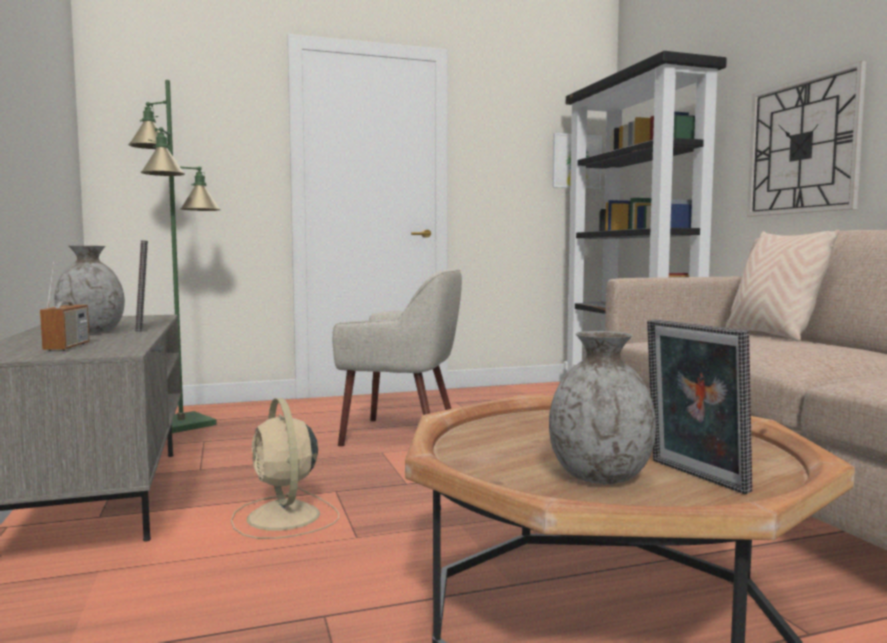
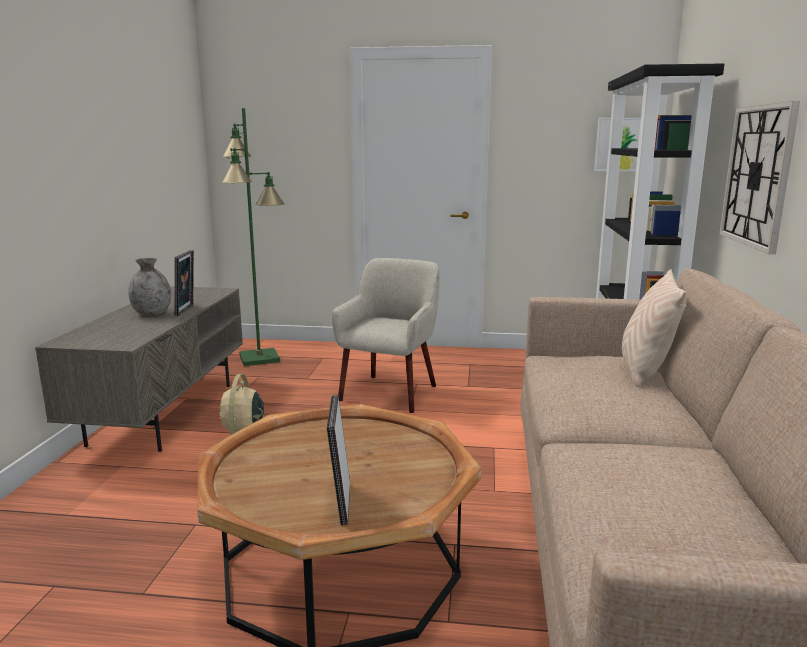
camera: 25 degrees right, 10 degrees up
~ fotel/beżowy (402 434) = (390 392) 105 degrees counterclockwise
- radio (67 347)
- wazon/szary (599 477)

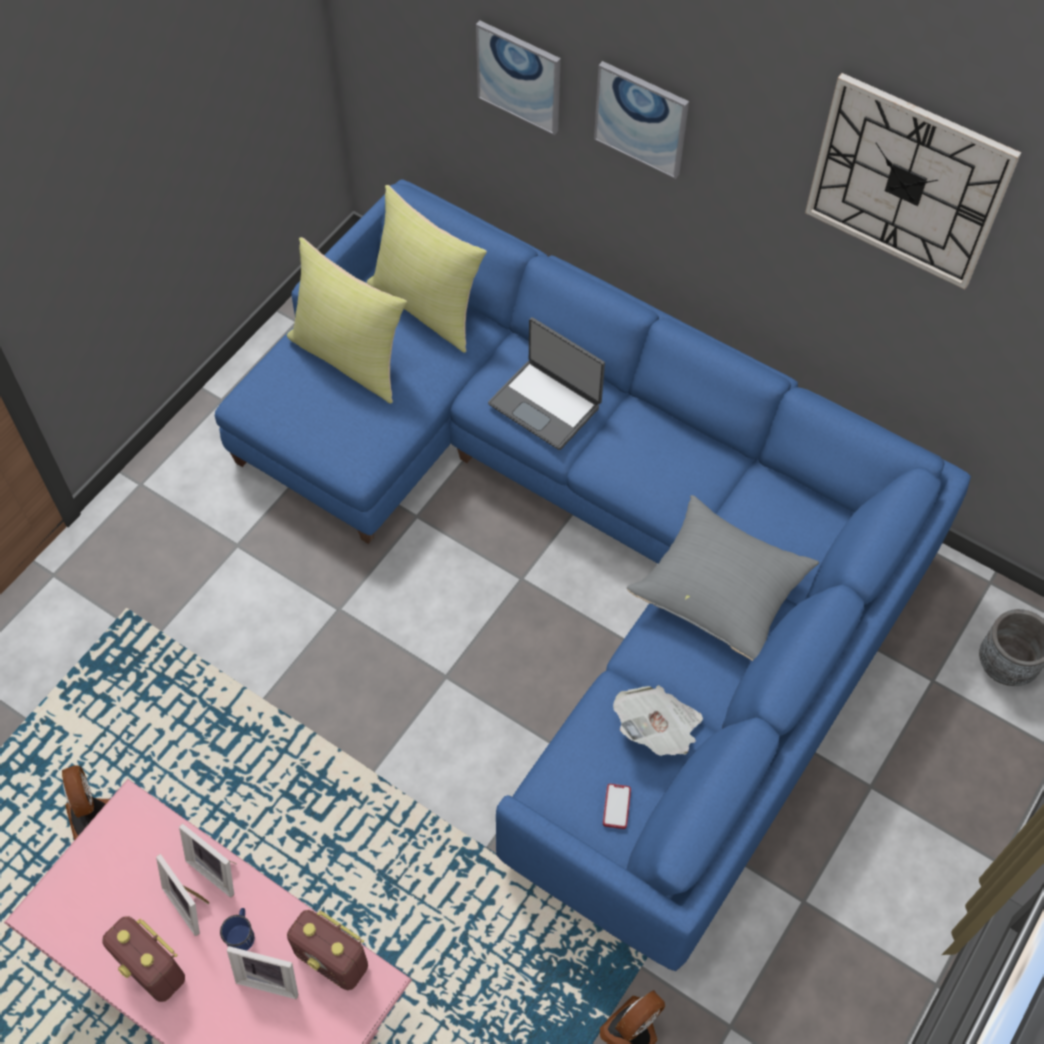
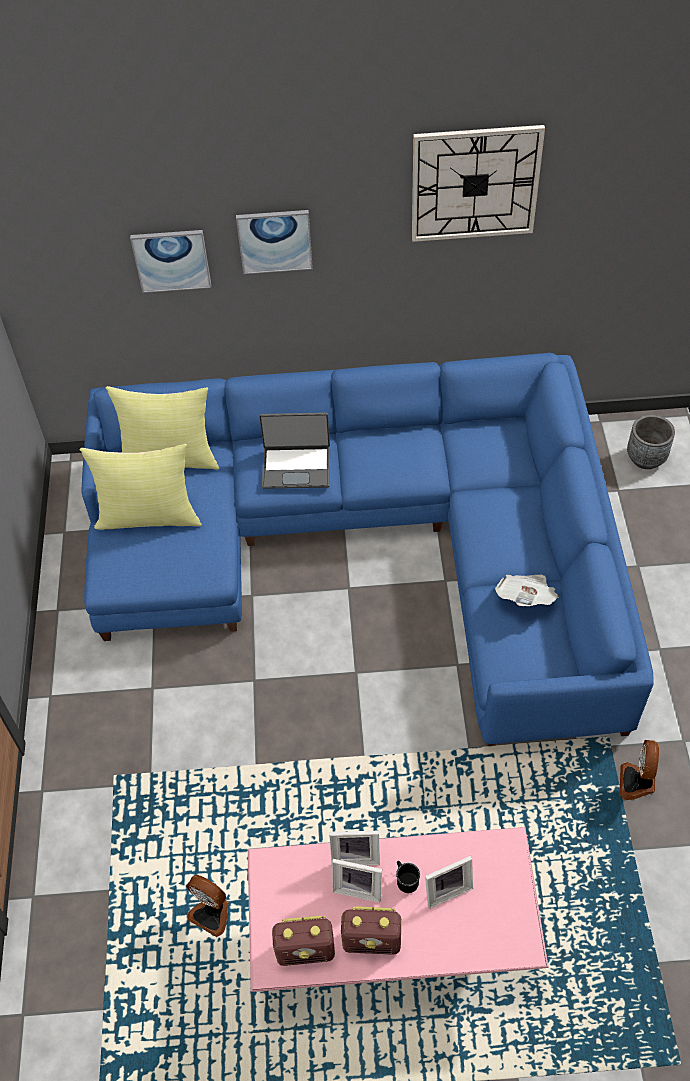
camera: 35 degrees left, 5 degrees down
~ radio (333 960) to (306 951)
~ kubek/niebieski (241 933) to kubek/czarny (405 879)
- telefon (616 806)
- poduszka/szary (721 592)

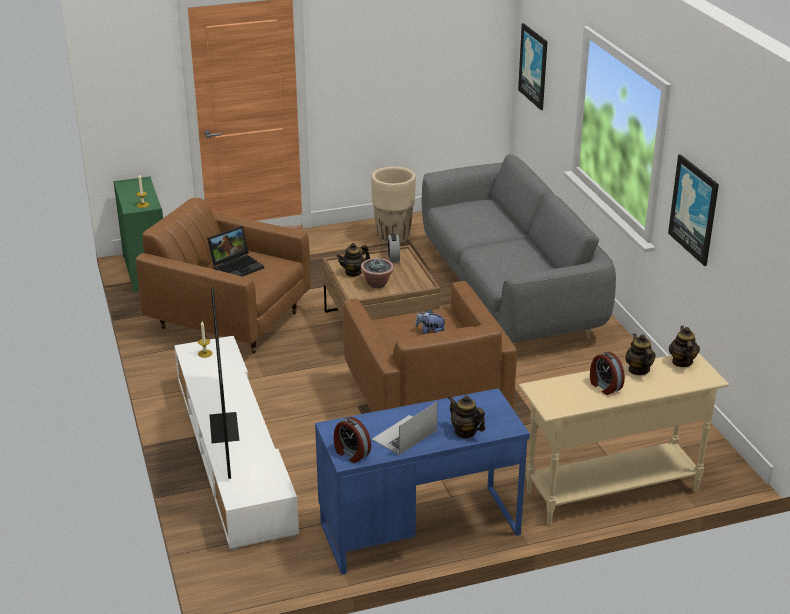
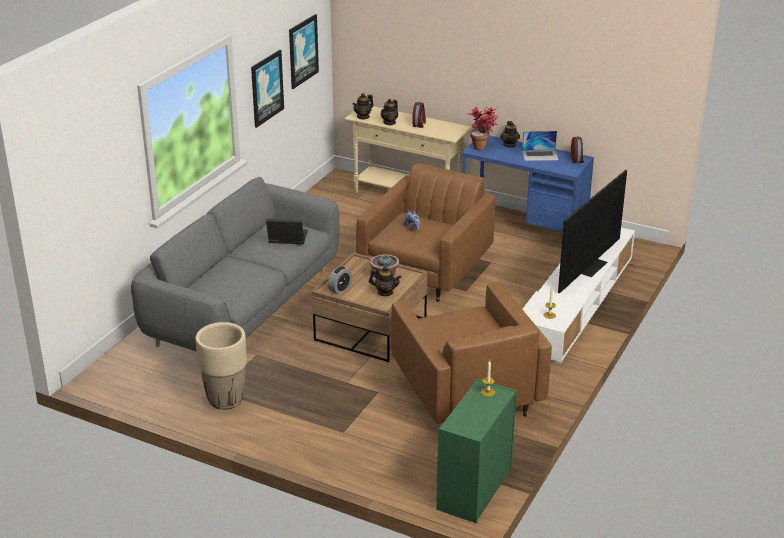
camera: 135 degrees left, 0 degrees up
~ laptop (237 266) to (286 239)
~ obraz (534 66) to (302 51)
+ roślina doniczkowa (483 147)

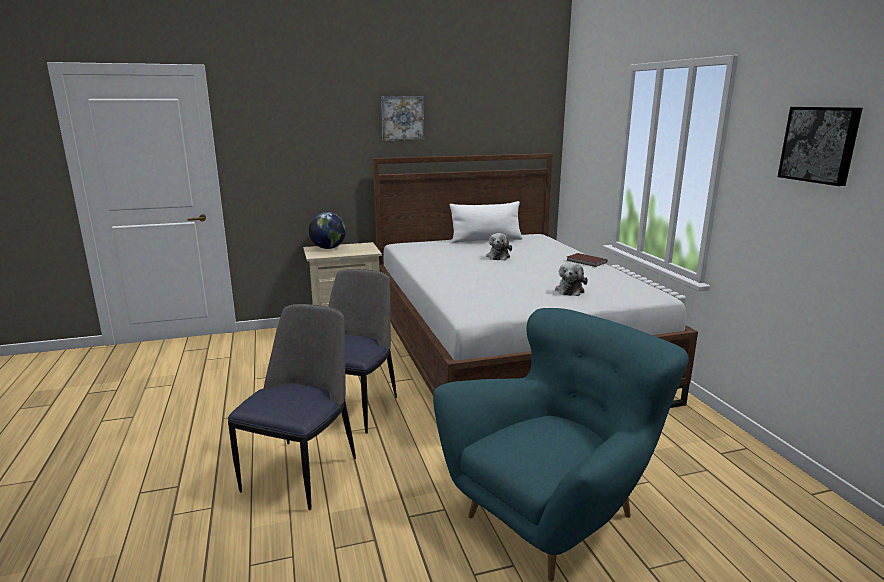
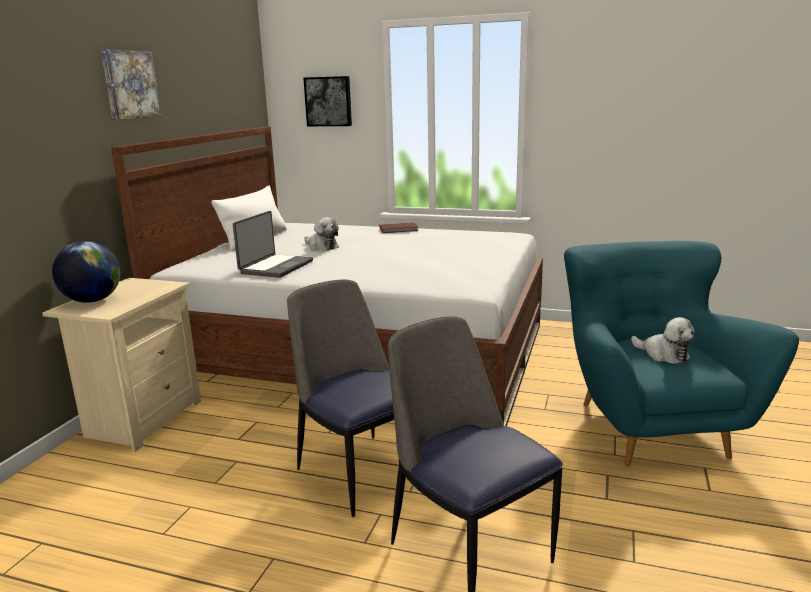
camera: 55 degrees left, 0 degrees up
+ laptop (275 267)
~ obraz (820 144) to (328 101)
~ pluszak (570 290) to (663 354)

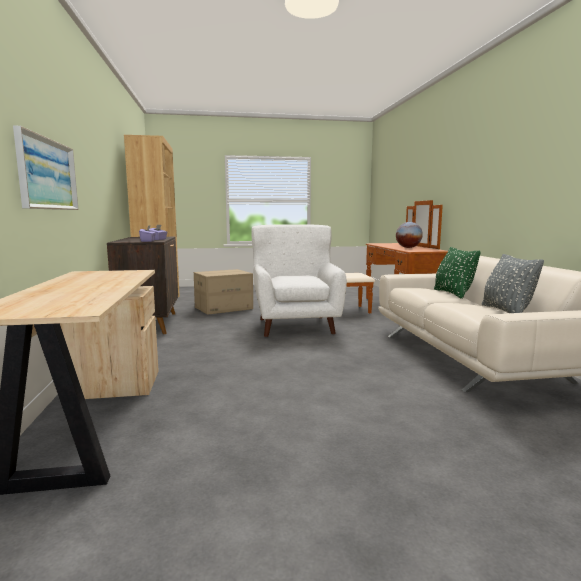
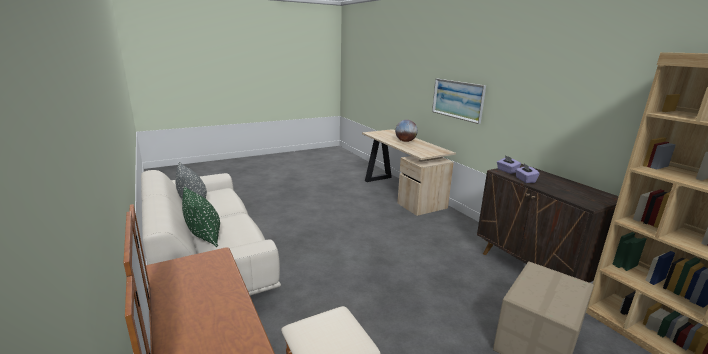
camera: 160 degrees right, 10 degrees up
~ globus (408 247) to (405 141)
- fotel/biały (295 324)

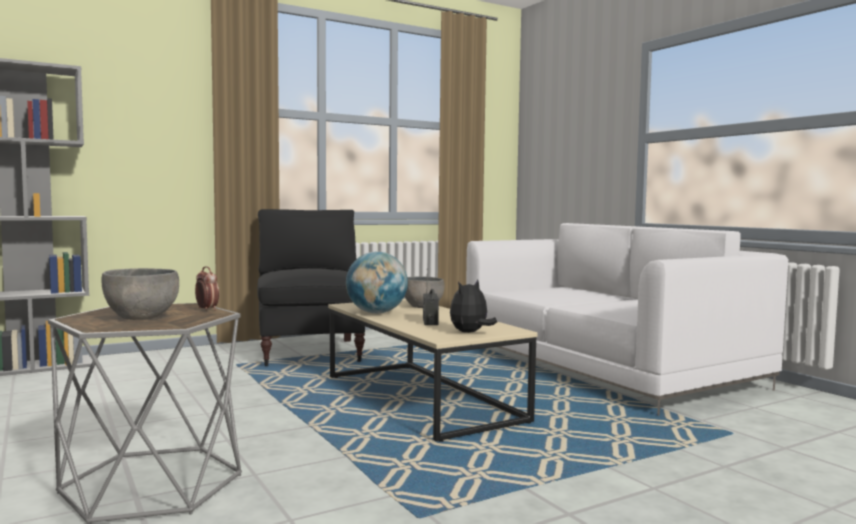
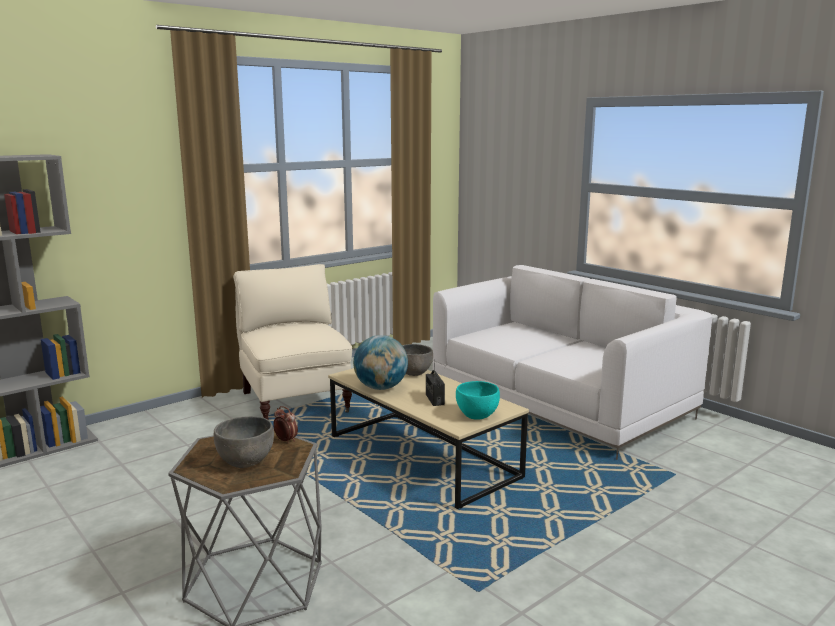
camera: 10 degrees left, 10 degrees up
~ fotel/czarny (310 352) to fotel/beżowy (295 401)
~ pluszak (470 333) to miska/turkusowy (477 416)

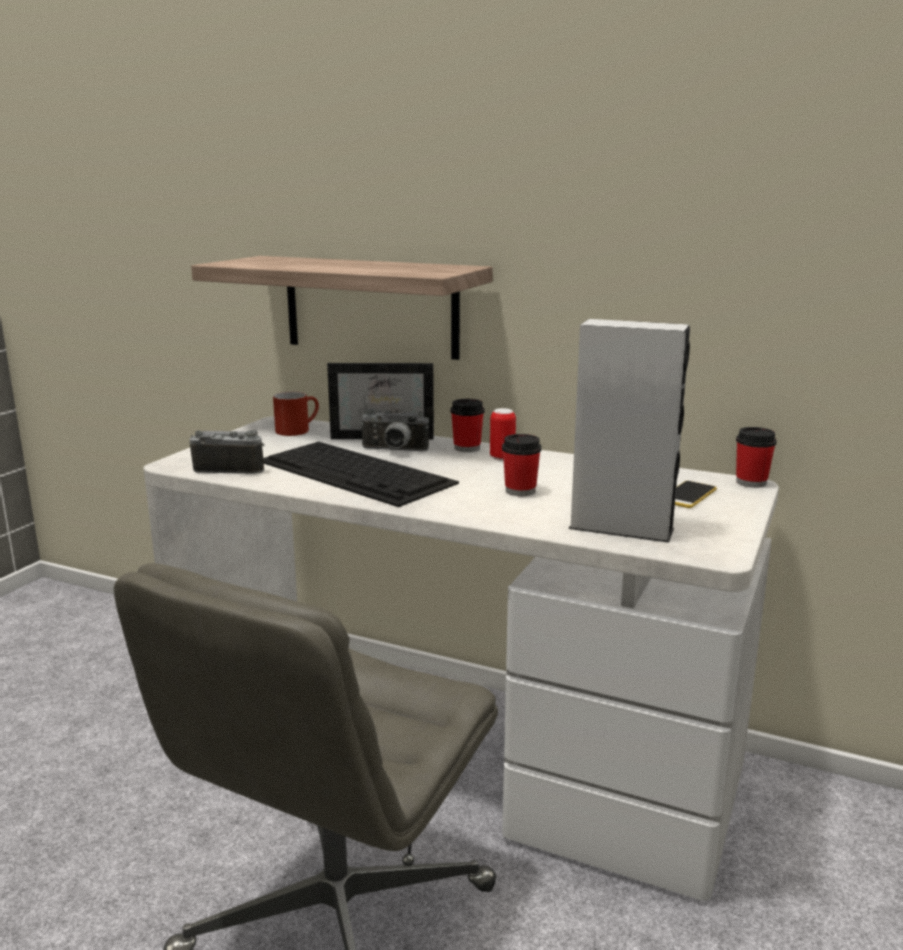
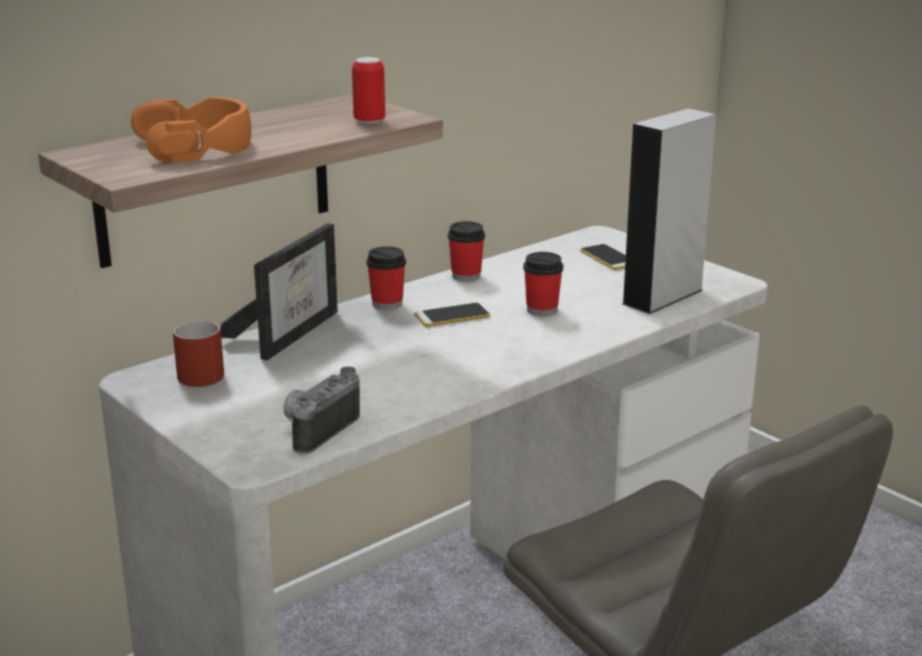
camera: 65 degrees left, 5 degrees up
+ słuchawki/pomarańczowy (196 146)
~ puszka (502 458) to (369 121)
+ telefon (452 316)
~ filiżanka (751 482) to (466 276)
- klawiatura (357 472)
- aparat fotograficzny (393 451)

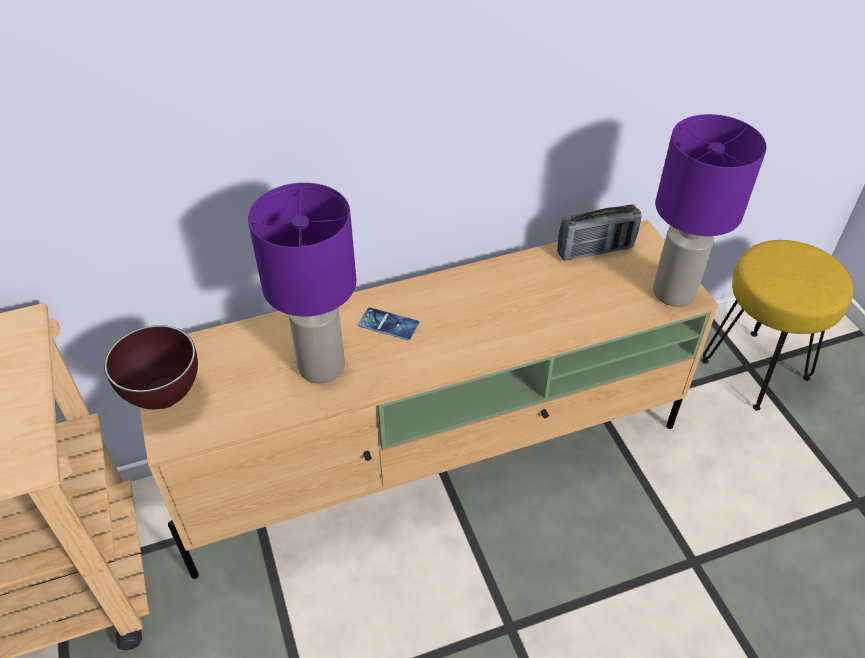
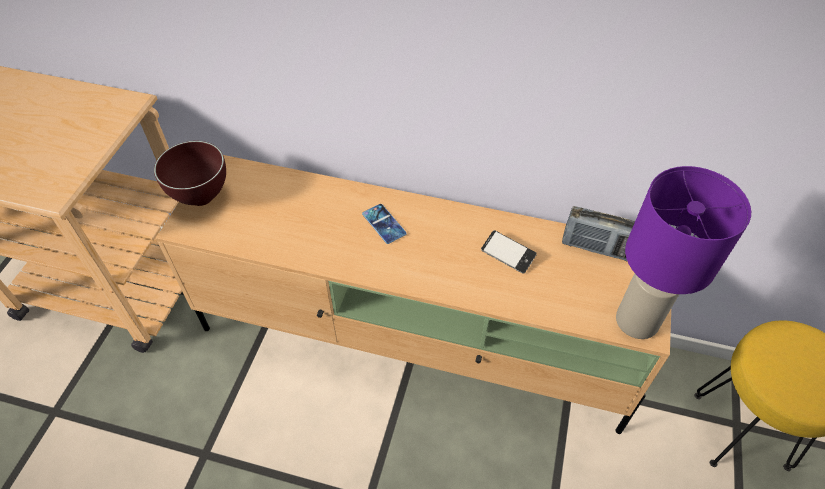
camera: 35 degrees right, 5 degrees up
+ telefon (507 254)
- lampa stołowa/fioletowy (322 367)

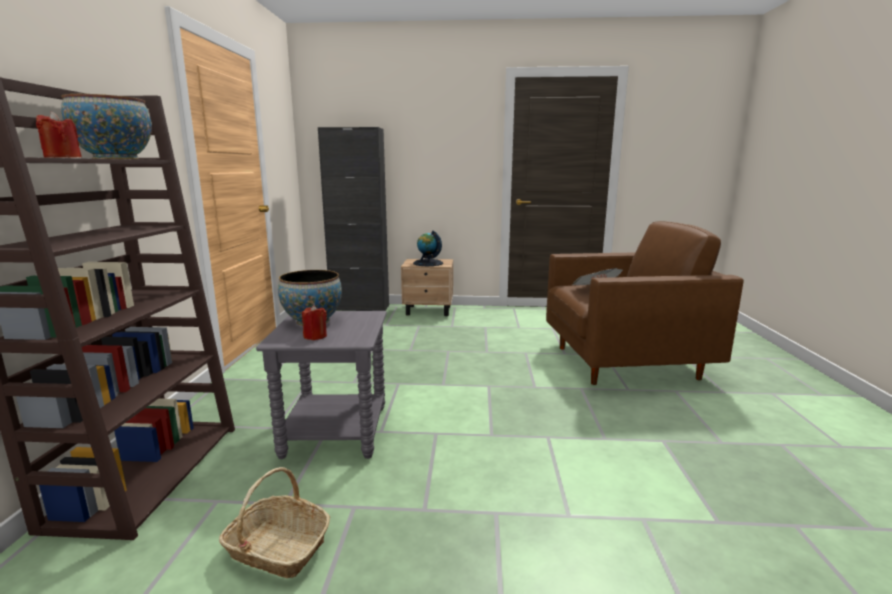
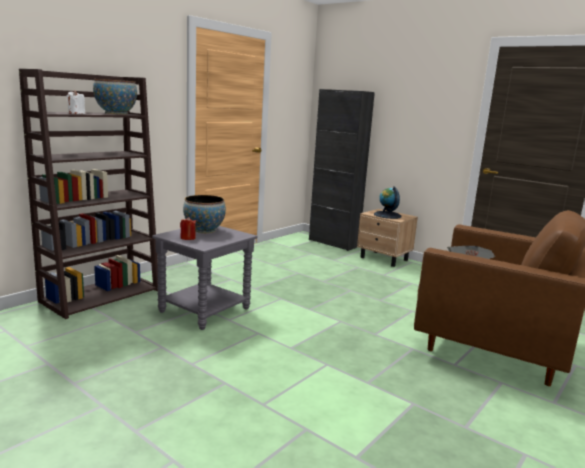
camera: 35 degrees right, 0 degrees up
~ świeca/czerwony (62 157) to świeca/biały (76 113)
- koszyk (277 548)

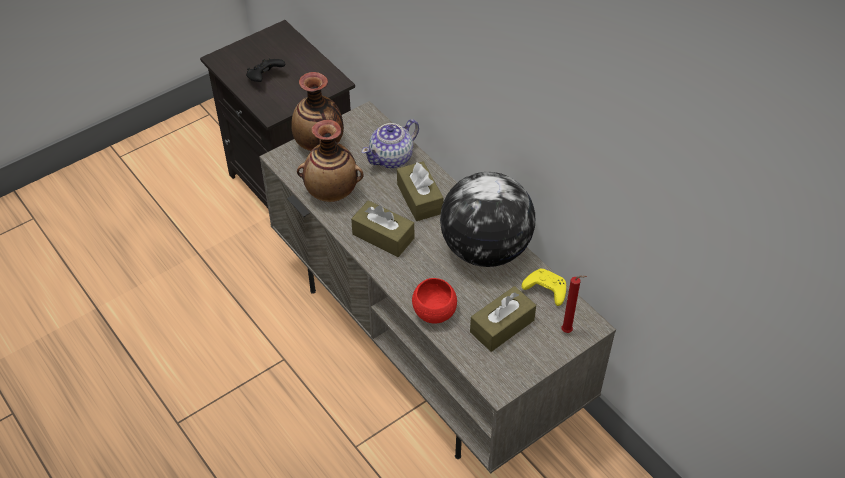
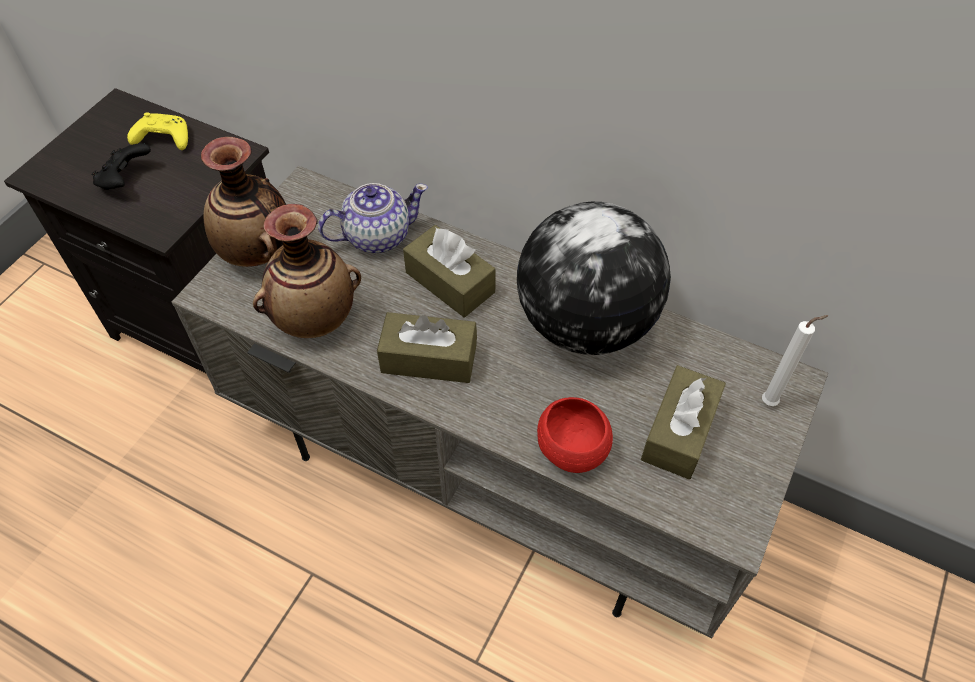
camera: 25 degrees left, 5 degrees up
~ pad do gier/żółty (544 290) to (163 140)
~ imbryk (392 158) = (376 236) 135 degrees counterclockwise
~ świeca/czerwony (568 331) to świeca/biały (771 402)

